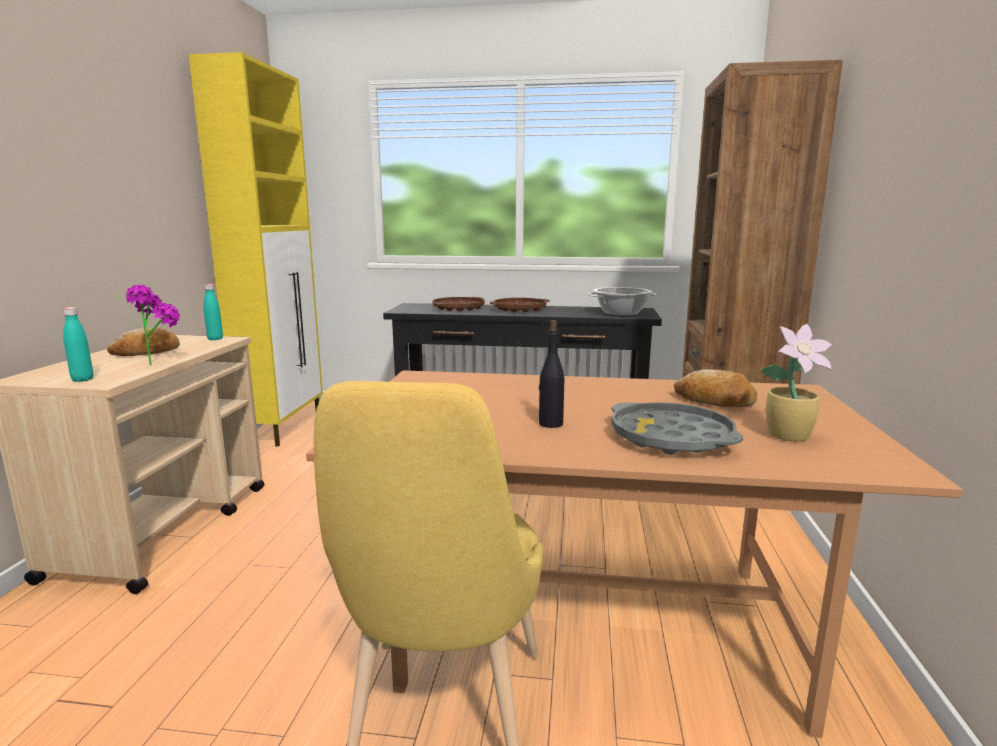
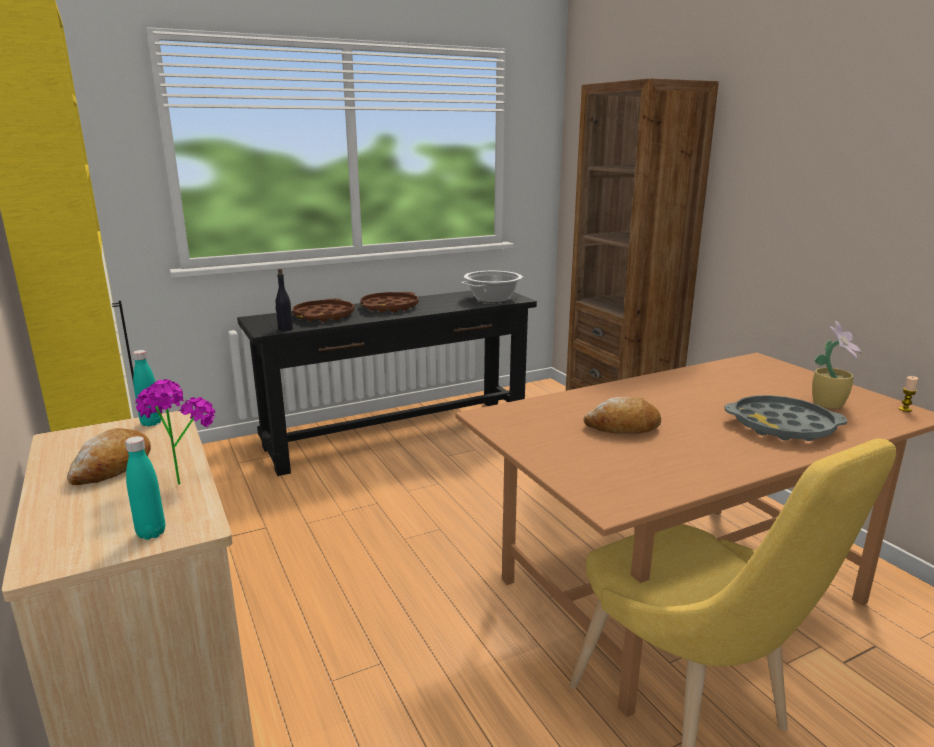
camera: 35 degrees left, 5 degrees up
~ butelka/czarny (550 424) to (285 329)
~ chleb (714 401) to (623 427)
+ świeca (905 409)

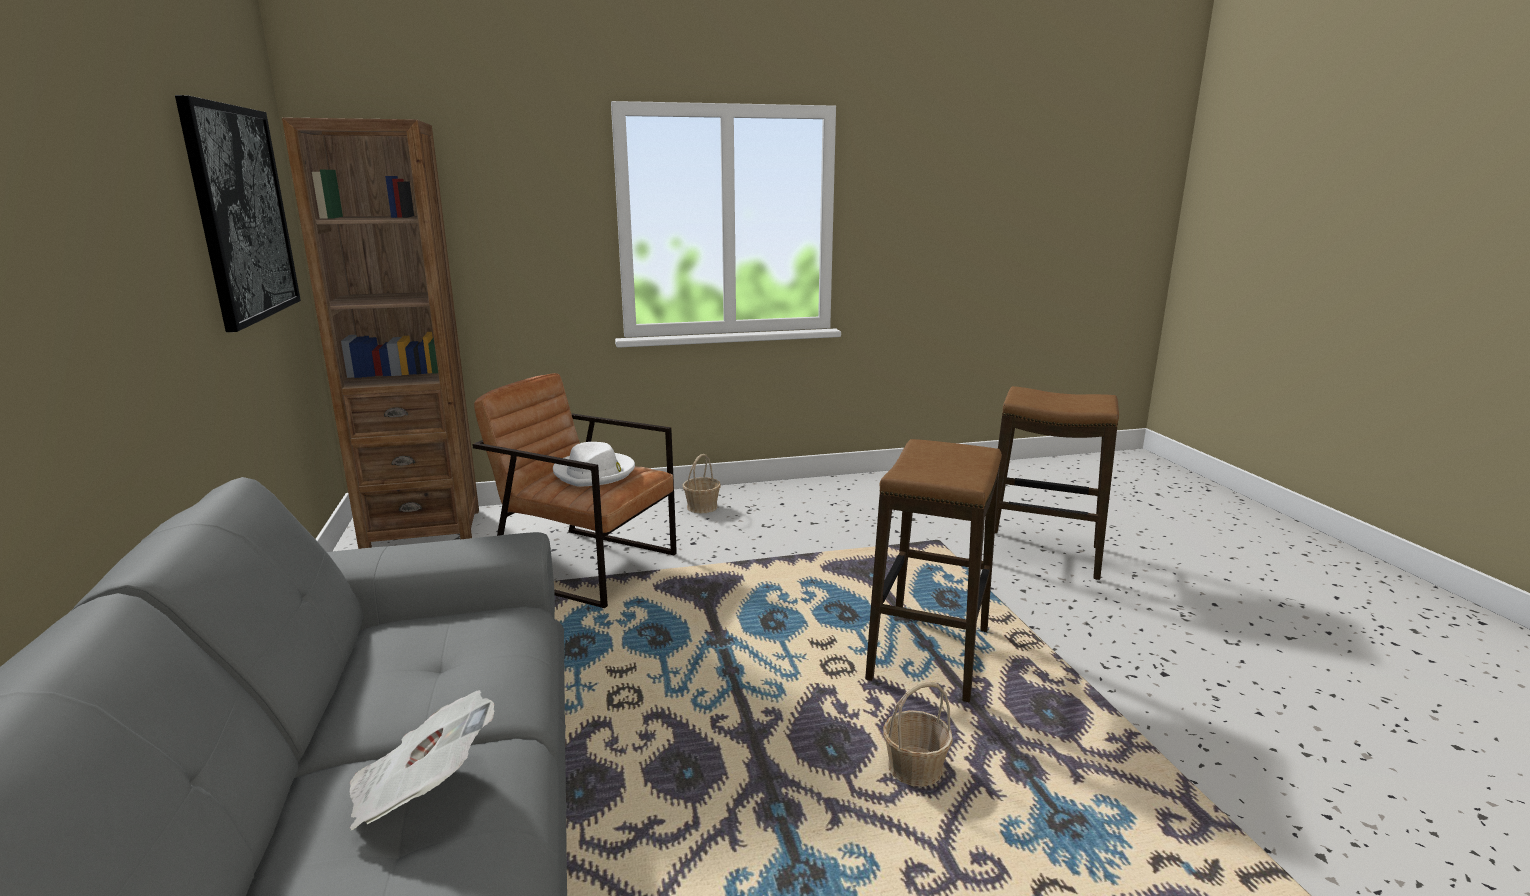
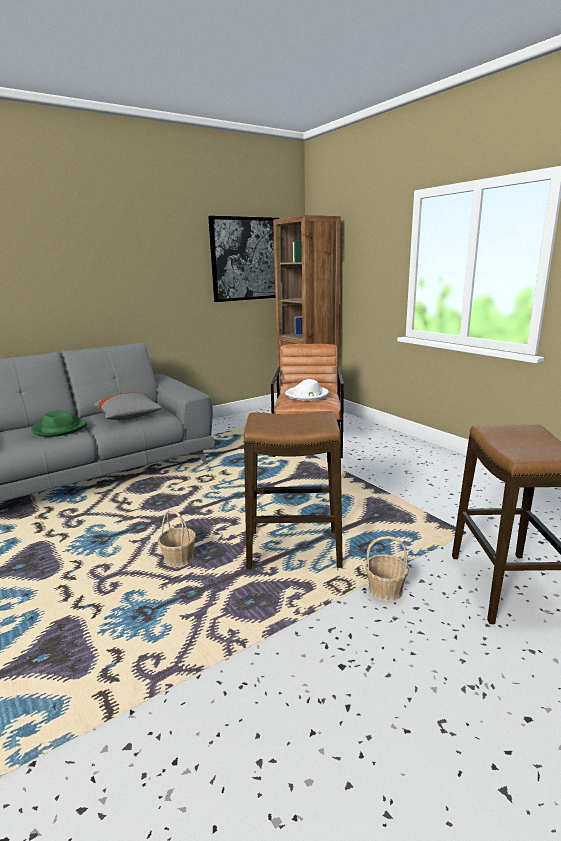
camera: 70 degrees right, 0 degrees up
~ gazeta (422 789) to kapelusz/zielony (59 429)
+ poduszka/szary (129 417)
~ koszyk (702 507) to (385 590)

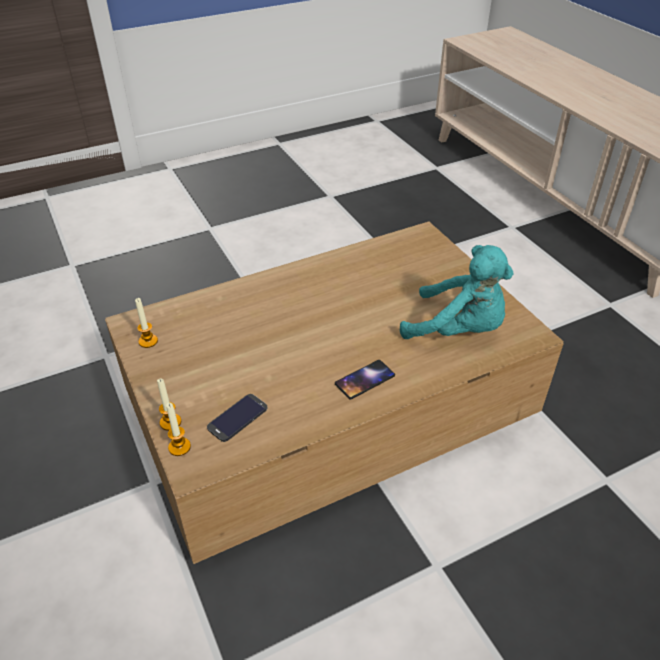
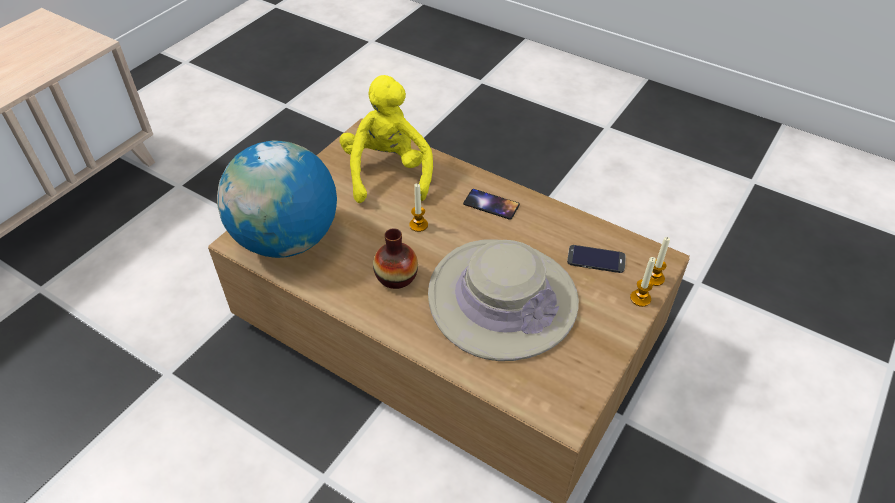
camera: 120 degrees left, 5 degrees up
+ globus (287 239)
~ pluszak/turkusowy (458 330) to pluszak/żółty (388 172)
+ wazon (396 277)
~ świeca (148 341) to (418 225)
+ kapelusz/beżowy (502 299)

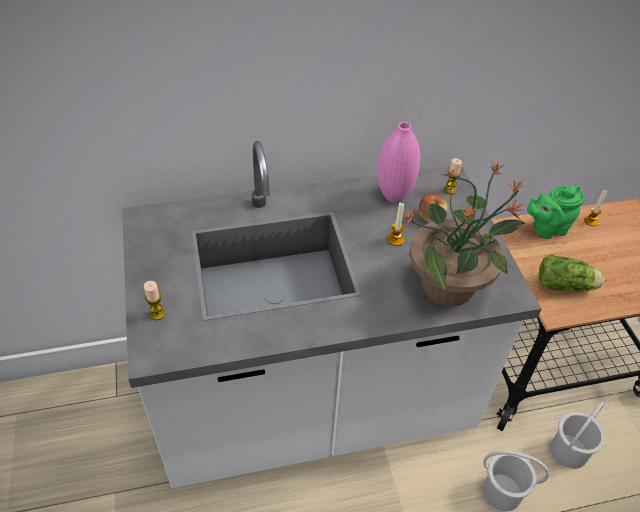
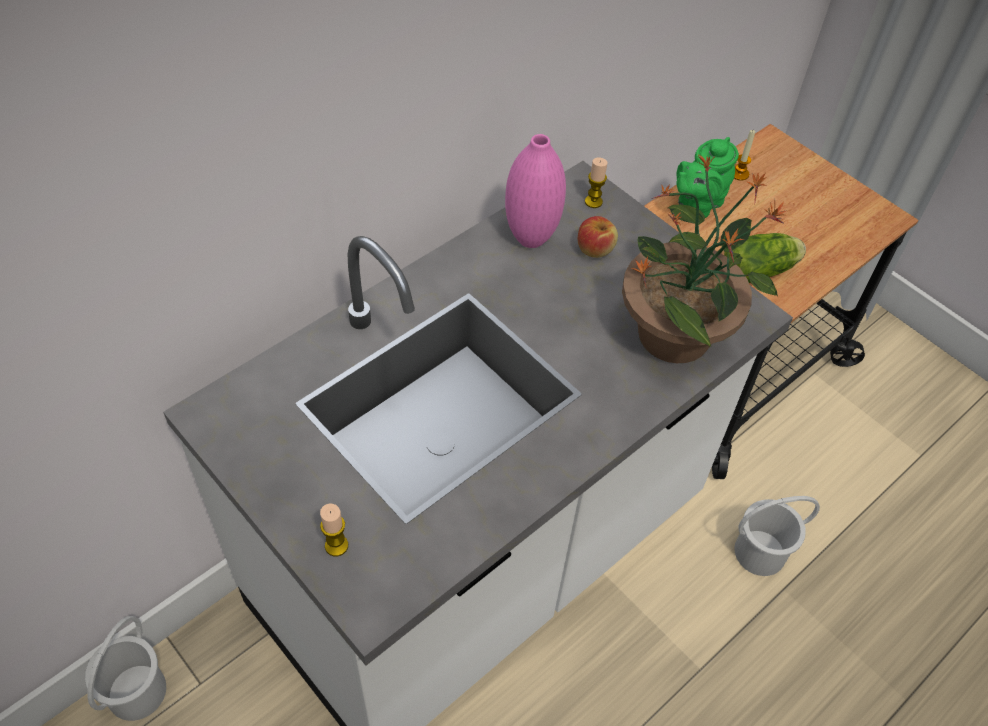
camera: 30 degrees left, 5 degrees up
~ wiadro/biały (568 450) to (135 692)
- świeca (395 239)

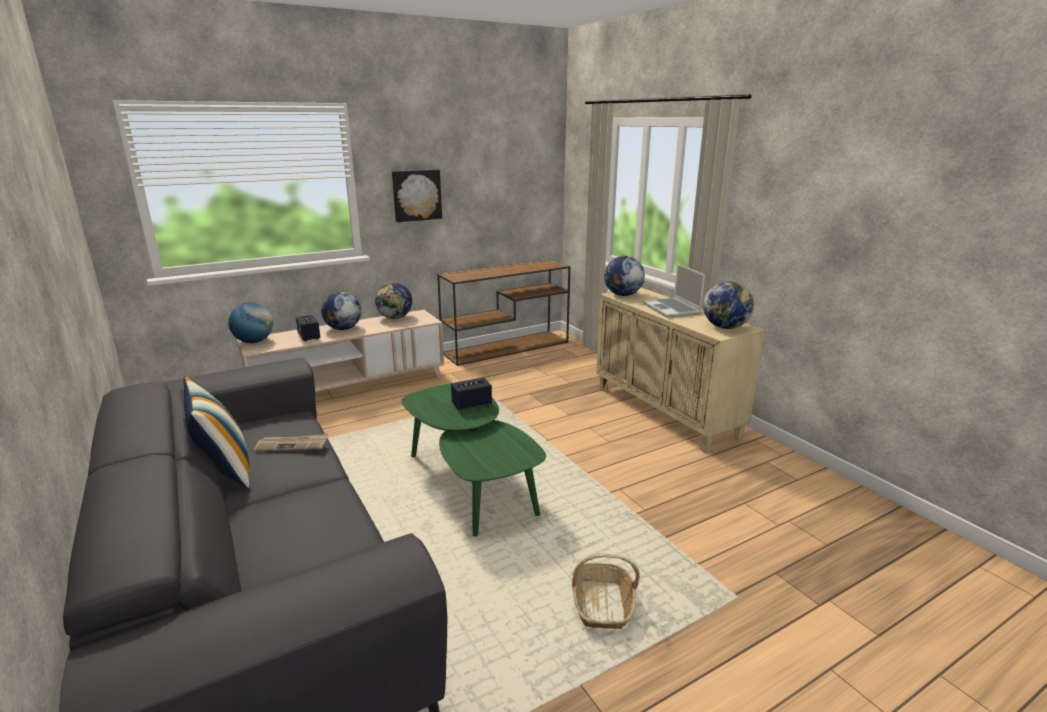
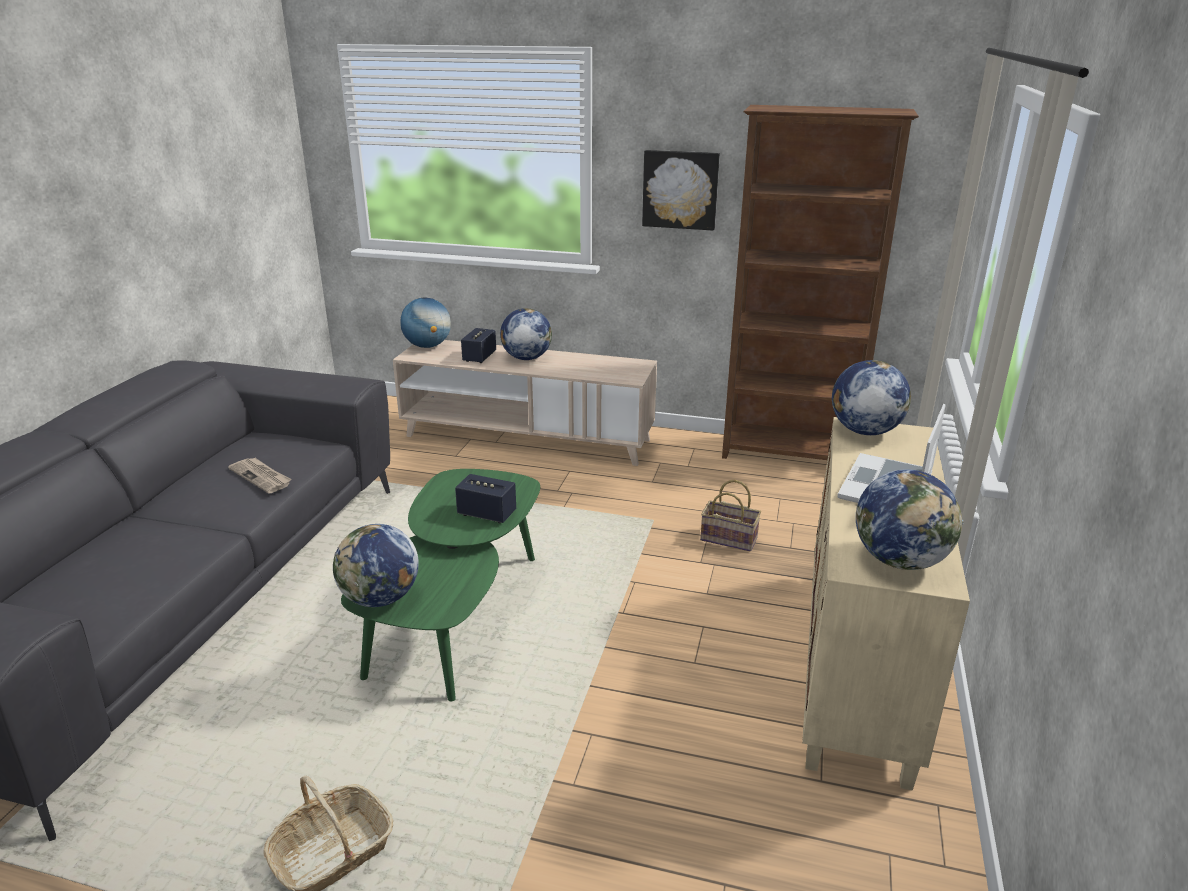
camera: 45 degrees right, 5 degrees up
~ globus (395 318) to (380 599)
+ koszyk (730 539)
~ stolik konsolowy/brązowy (507 347) to regał/brązowy (789 455)
- poduszka (224 469)

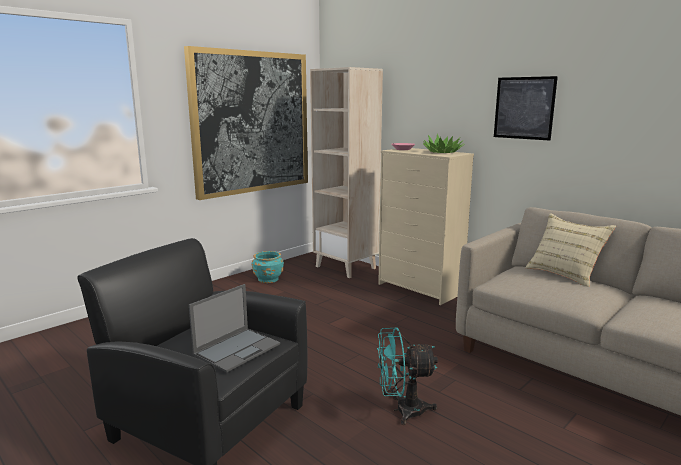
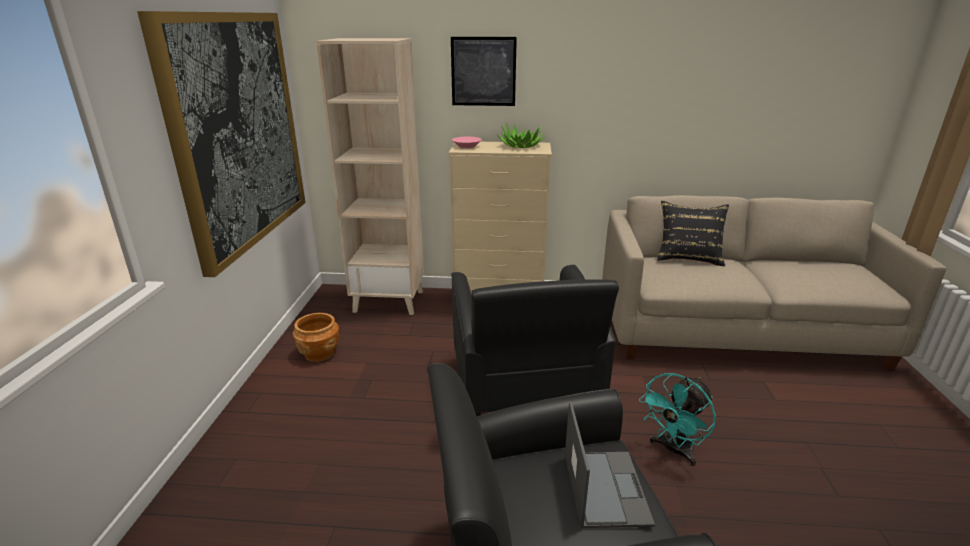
camera: 40 degrees left, 10 degrees up
~ donica/turkusowy (268 279) to donica/brązowy (319 353)
~ obraz (524 108) to (483 71)
+ fotel/czarny (523 388)
~ poduszka/beżowy (565 274) to poduszka/czarny (688 257)

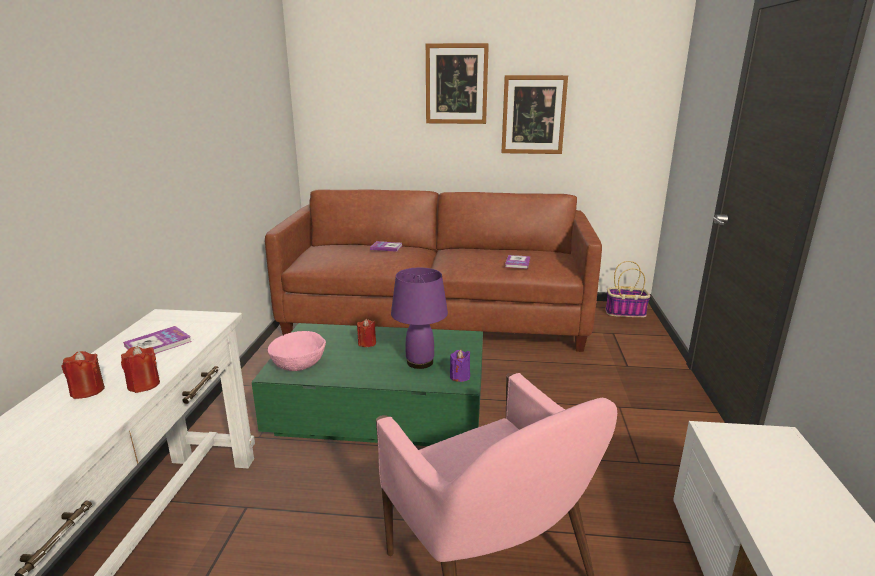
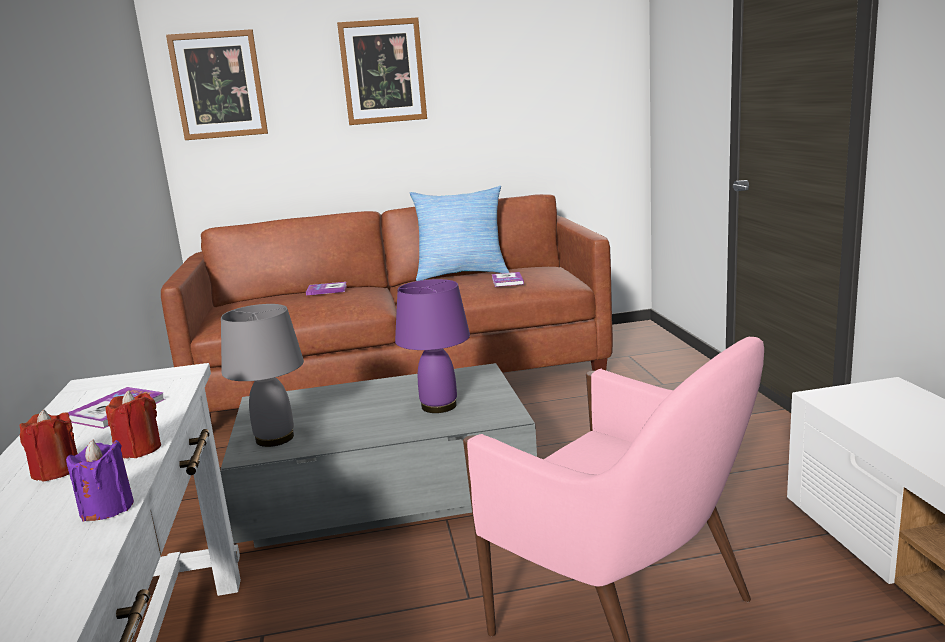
camera: 15 degrees left, 5 degrees down
~ świeca/fioletowy (460 376) to (107 508)
~ obraz (533 115) to (218 85)
~ ława/zielony (380 410) to ława/szary (387 488)
~ miska/różowy (298 364) to lampa stołowa/szary (275 439)
+ poduszka (462 274)
- świeca/czerwony (367 343)
- koszyk (625 312)

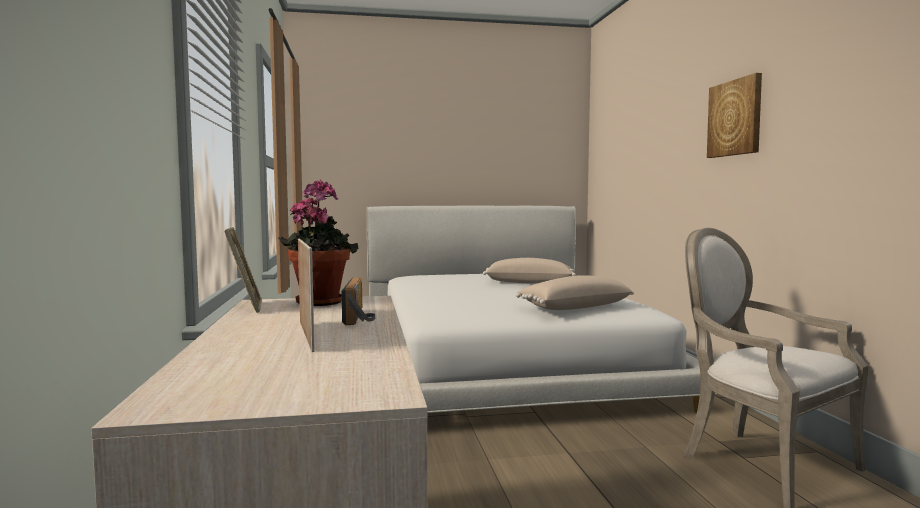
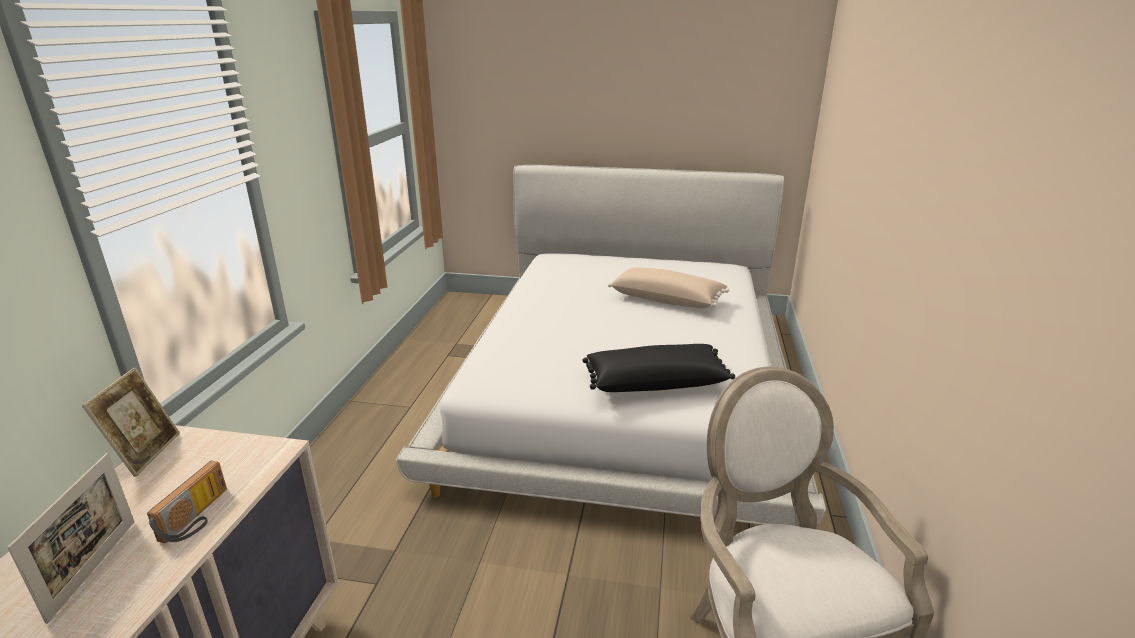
camera: 20 degrees right, 20 degrees up
~ poduszka/beżowy (574 307) to poduszka/czarny (655 382)
- roślina doniczkowa (320 301)
- obraz (735 118)

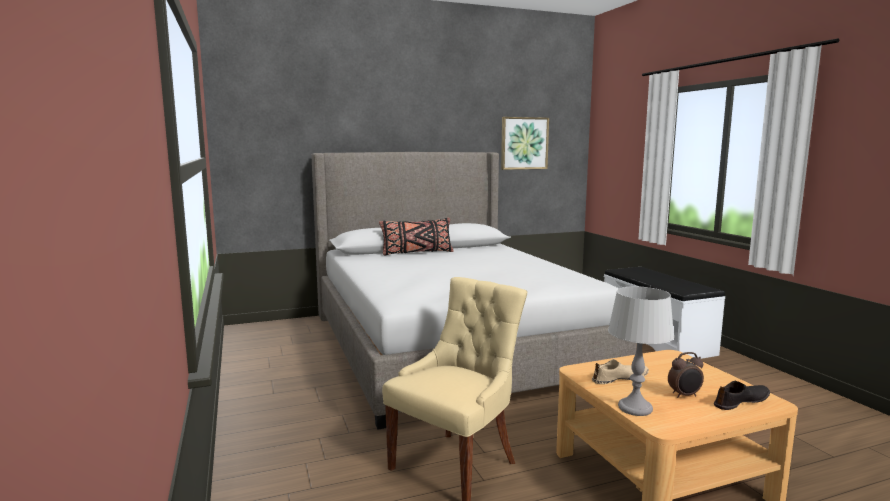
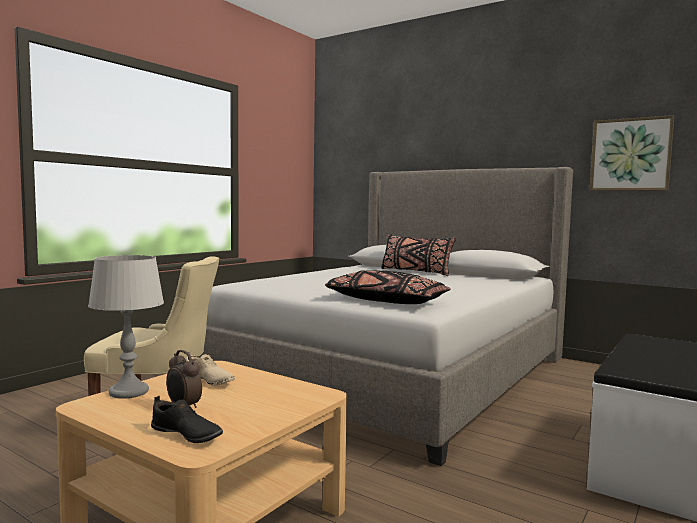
camera: 55 degrees right, 5 degrees down
+ poduszka/czarny (385 301)

